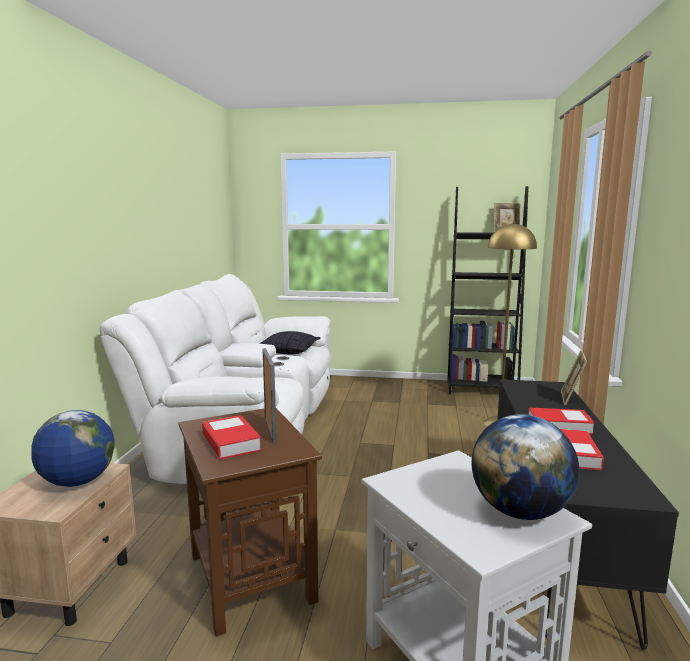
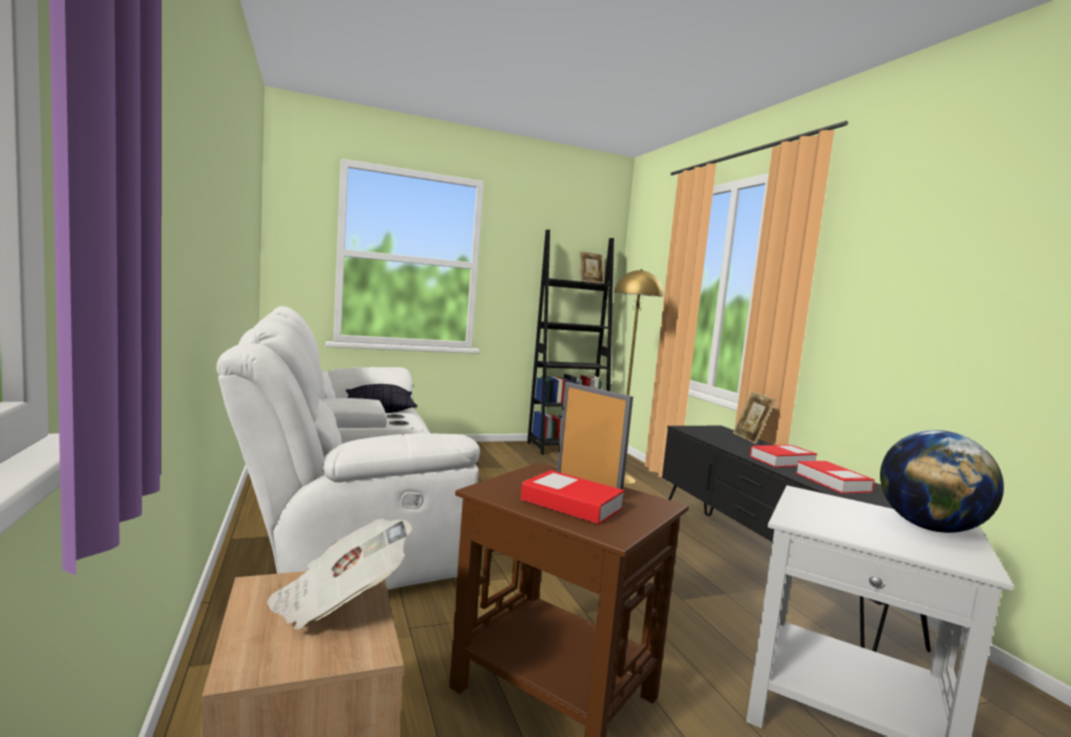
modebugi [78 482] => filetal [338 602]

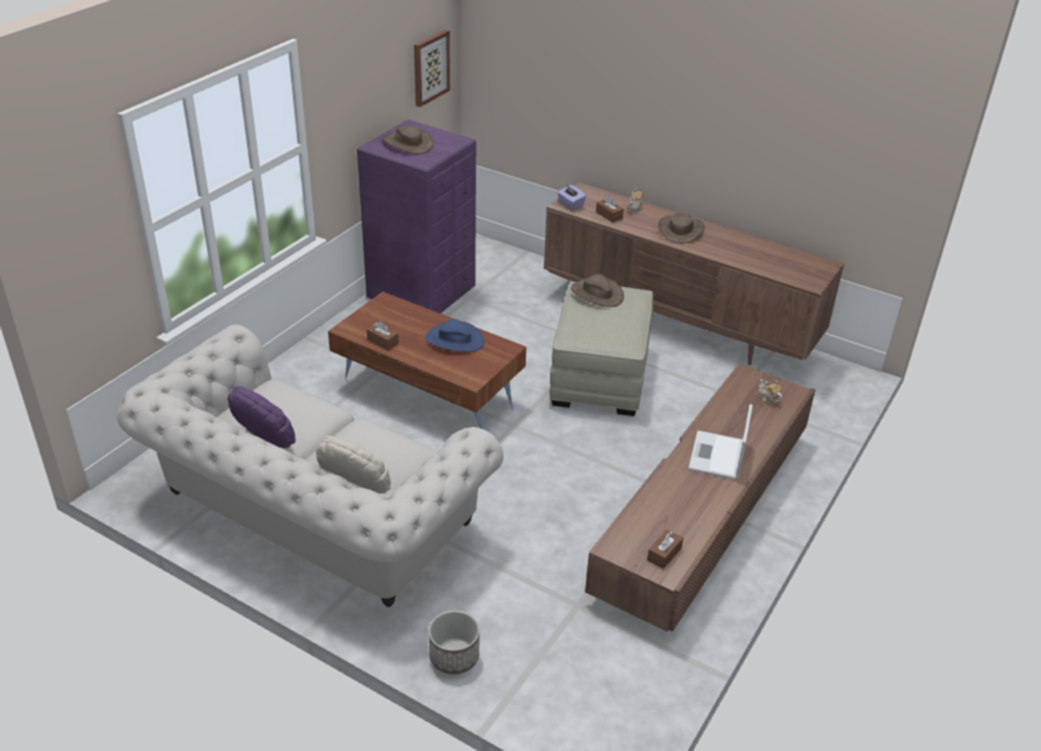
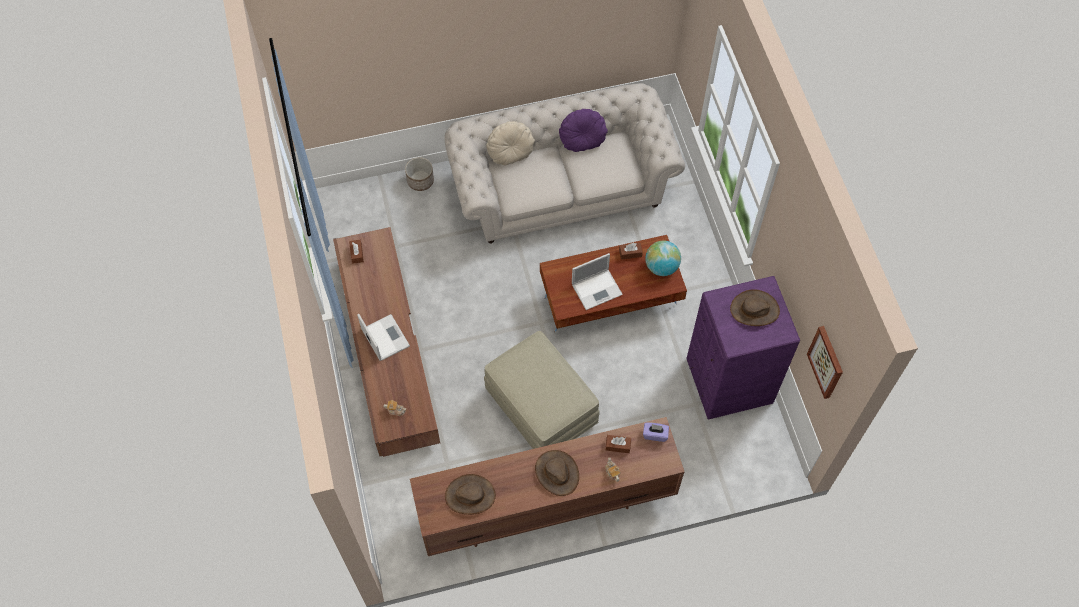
nothing => modebugi [661 267]
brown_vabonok [597 294] => brown_vabonok [470 495], shifted
blue_vabonok [454 340] => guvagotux [597 289]

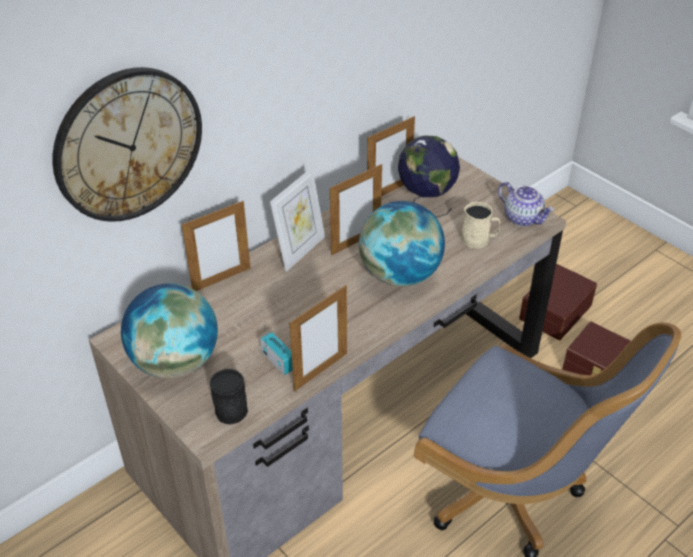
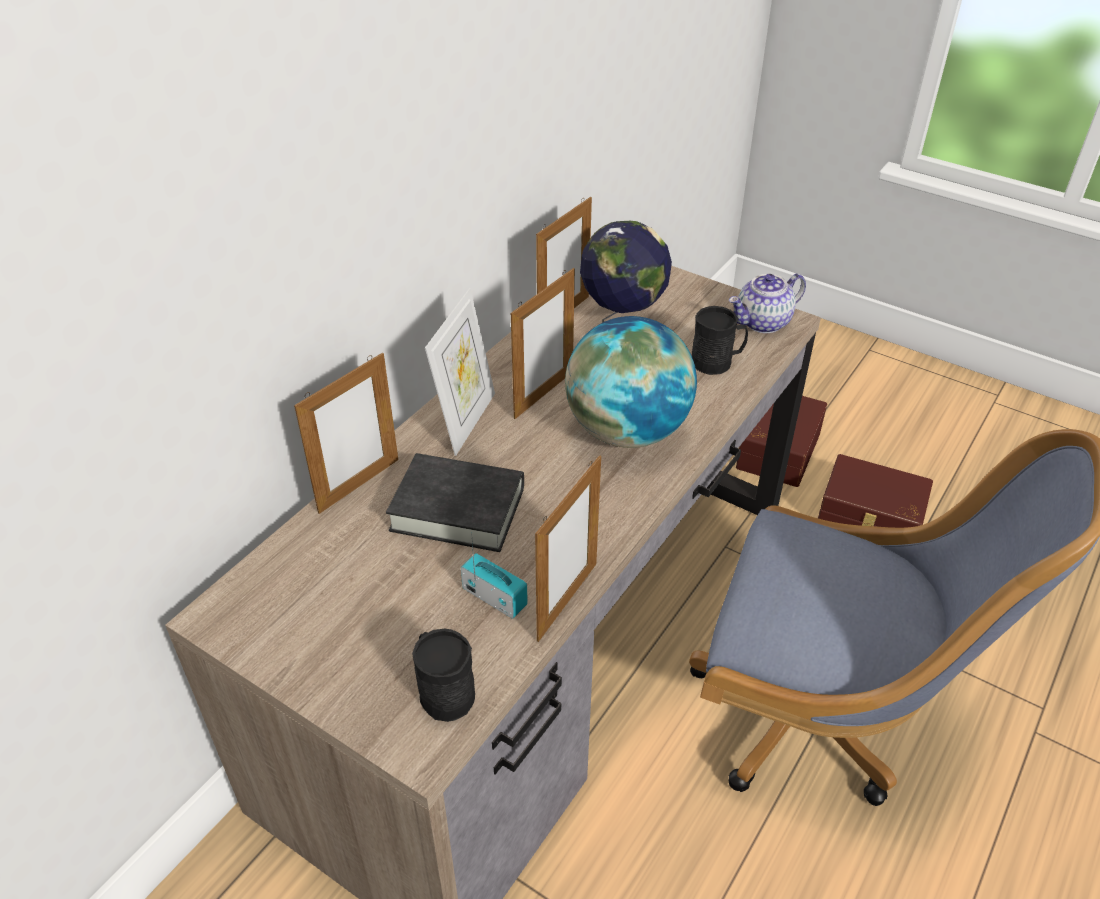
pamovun [128 145] => nothing
modebugi [176 362] => nothing
nothing => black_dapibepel [458 509]
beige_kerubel [479 239] => black_kerubel [717 361]
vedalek [523 218] => vedalek [763 323], 120 degrees clockwise

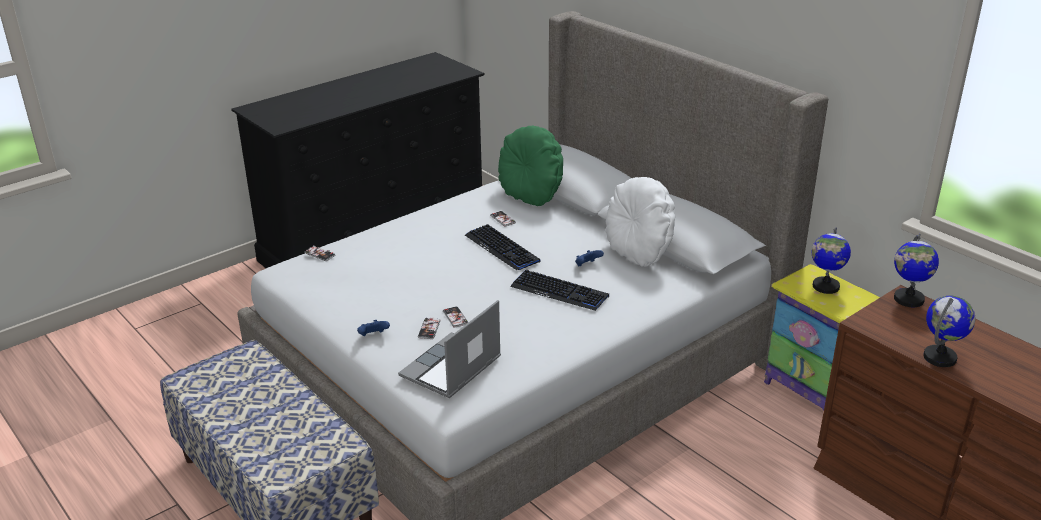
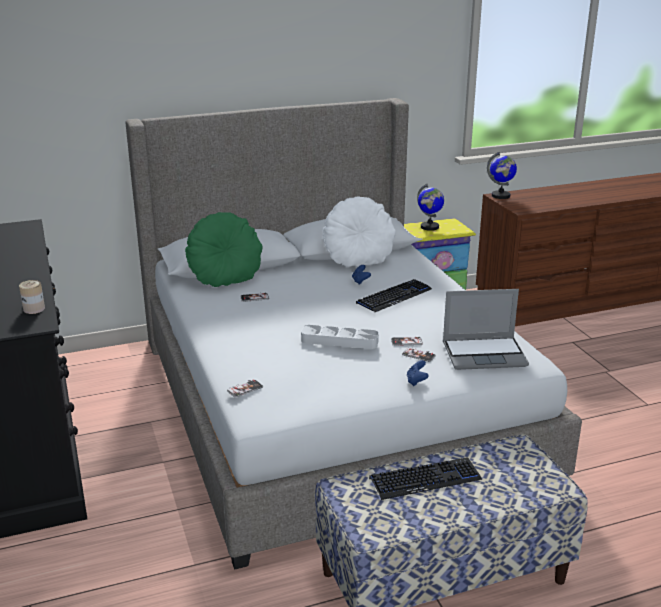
modebugi [940 358] => nothing
nothing => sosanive [34 309]
nothing => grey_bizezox [339 341]
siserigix [502 249] => siserigix [425 479], shifted
guvagotux [451 368] => guvagotux [485 354], 60 degrees counterclockwise

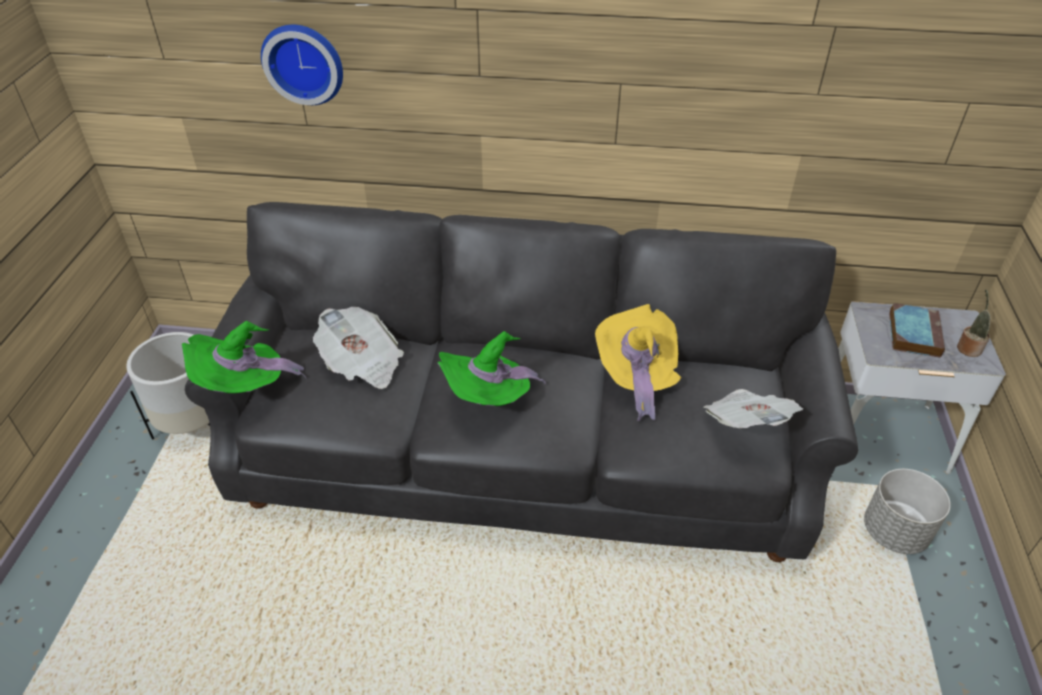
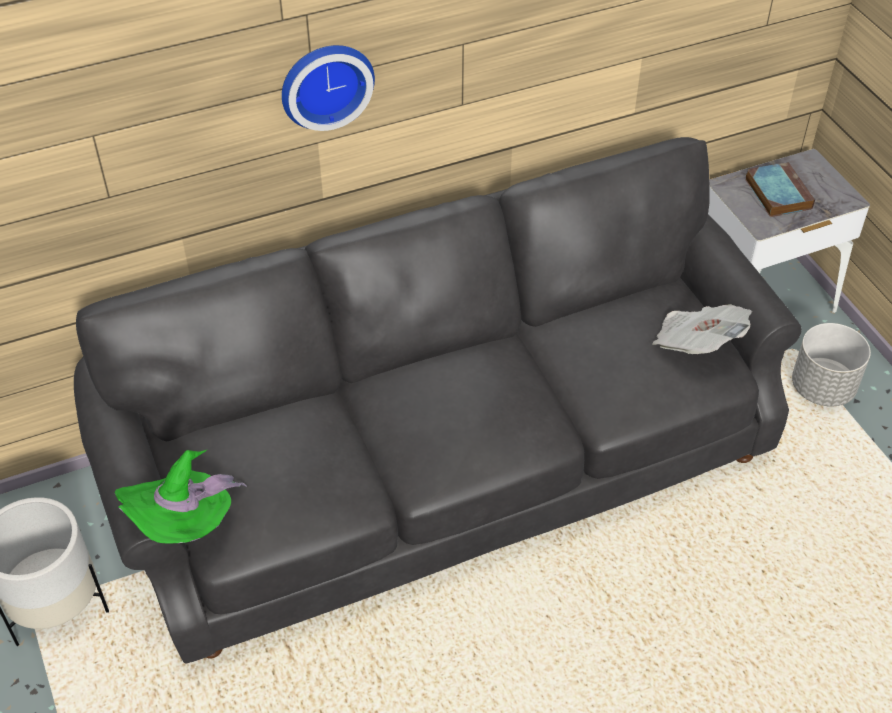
filetal [362 364] => nothing
green_vabonok [489 399] => nothing
yellow_vabonok [636 377] => nothing
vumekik [968 347] => nothing
pamovun [304 62] => pamovun [325 83], shifted

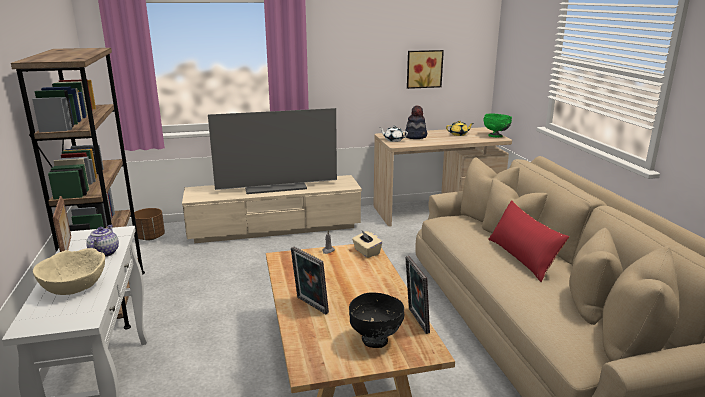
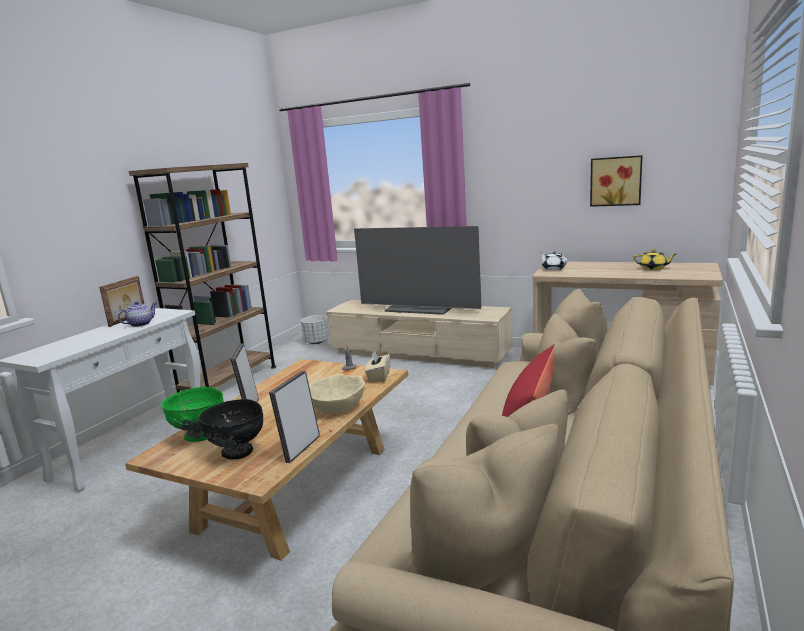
vabonok [416 136] => nothing
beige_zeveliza [74 286] => beige_zeveliza [338 407], shifted
green_zeveliza [495 136] => green_zeveliza [199 436], shifted
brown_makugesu [150 237] => white_makugesu [316 342]

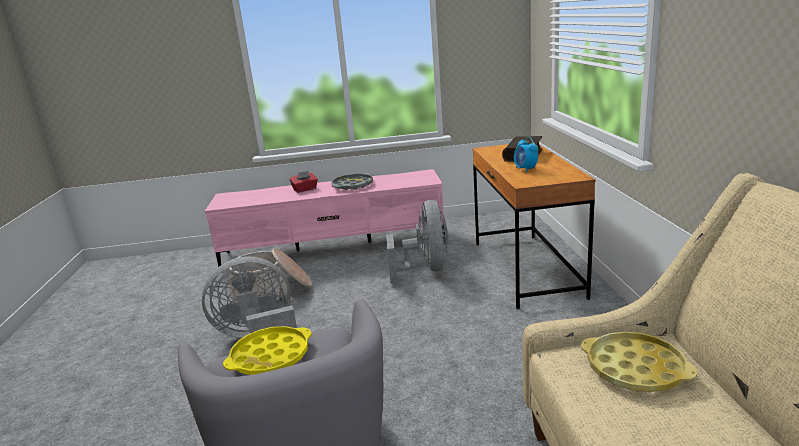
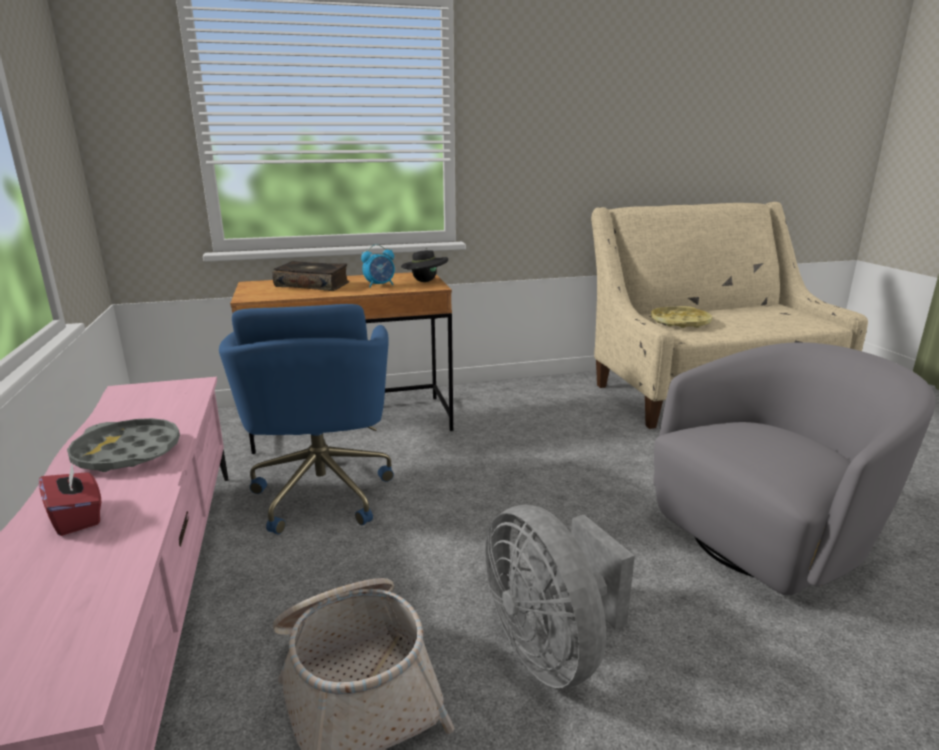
yellow_bizezox [270 357] => nothing
nothing => black_vabonok [425 281]
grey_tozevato [426 269] => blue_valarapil [322 492]

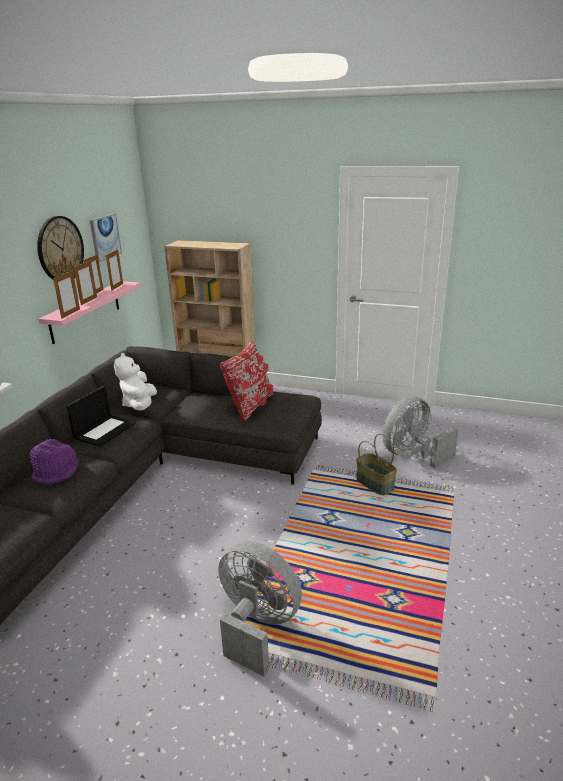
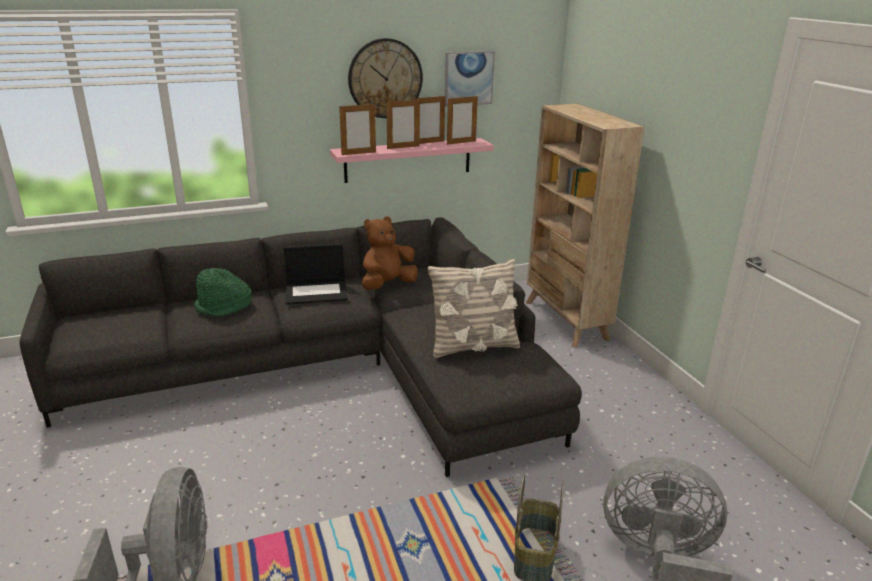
purple_vabonok [56 472] => green_vabonok [224 307]
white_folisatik [139 404] => brown_folisatik [387 285]
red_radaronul [251 406] => beige_radaronul [473 347]

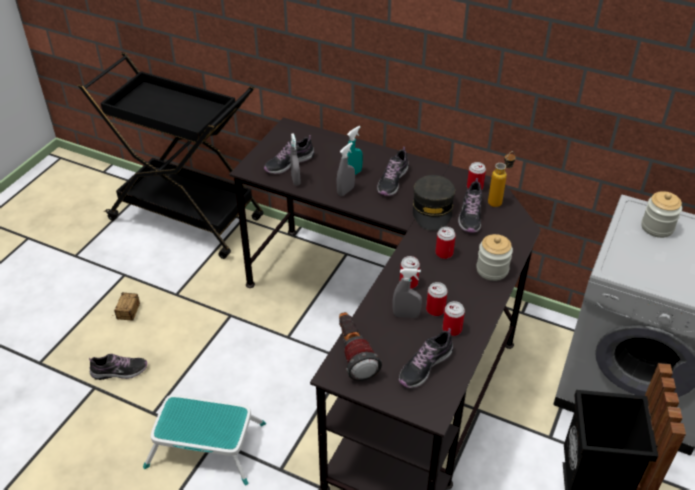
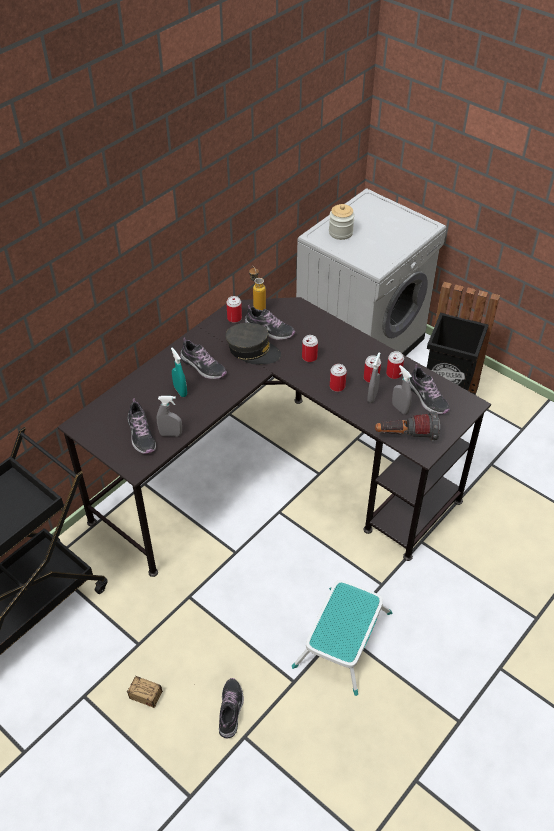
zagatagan [492 270] => nothing
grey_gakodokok [345 191] => grey_gakodokok [400 408], shifted

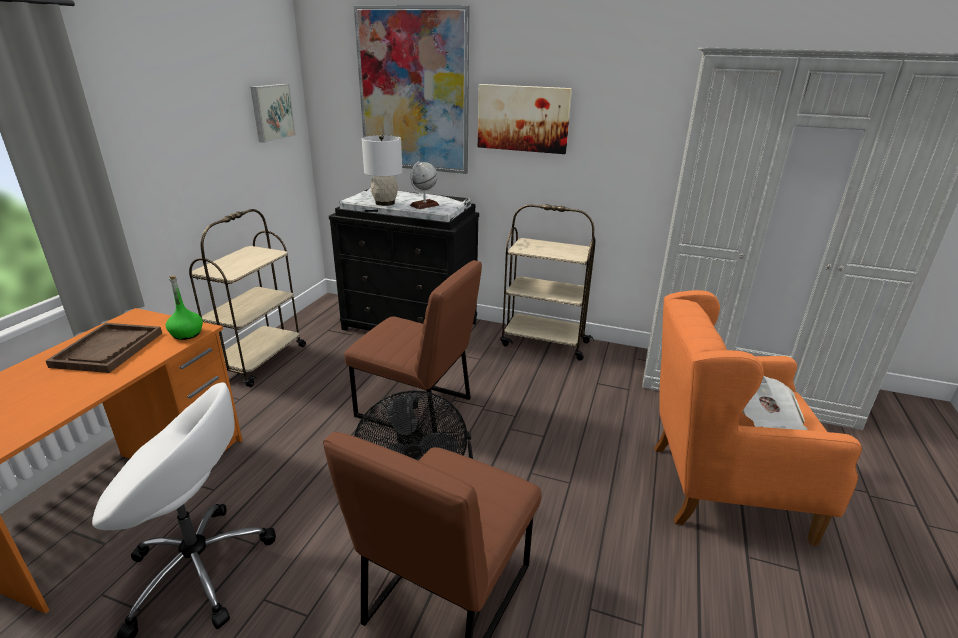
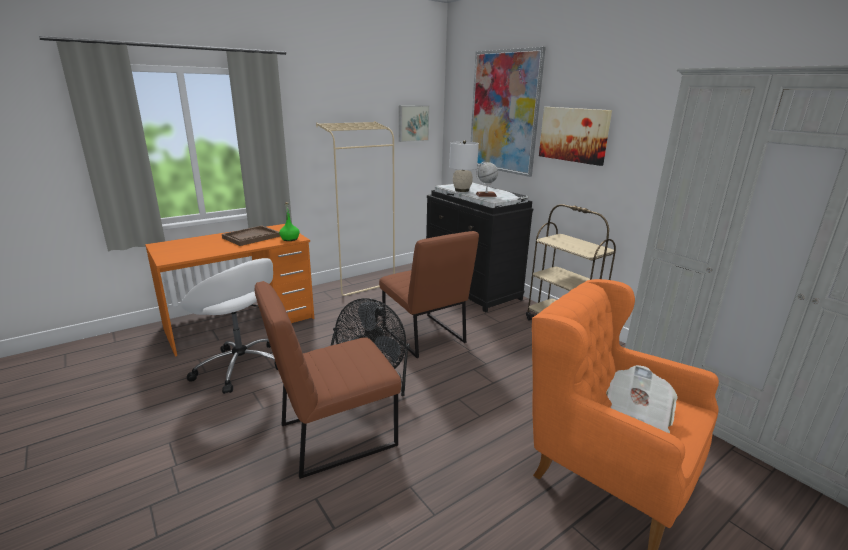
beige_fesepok [260 362] => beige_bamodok [361 284]

